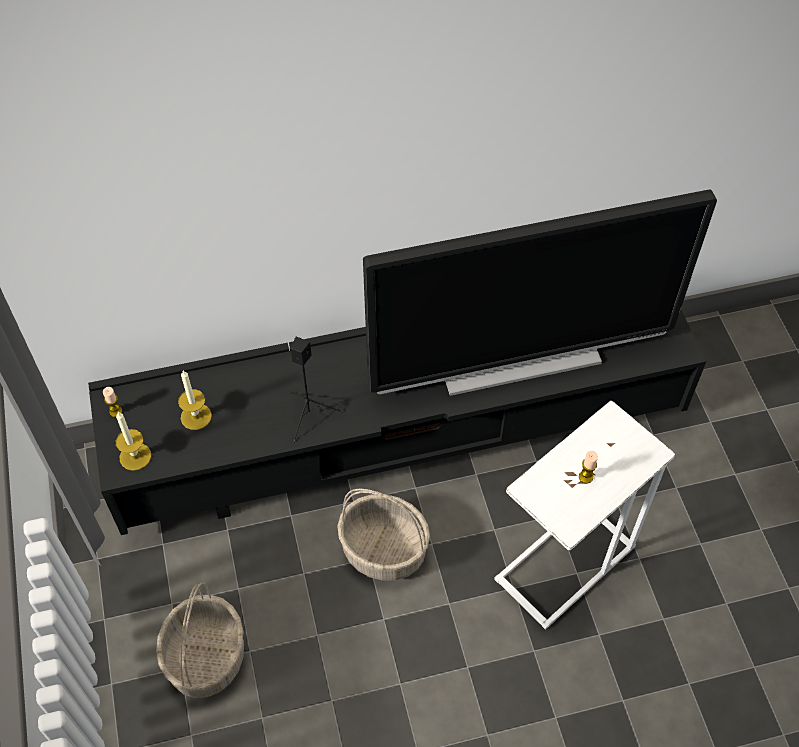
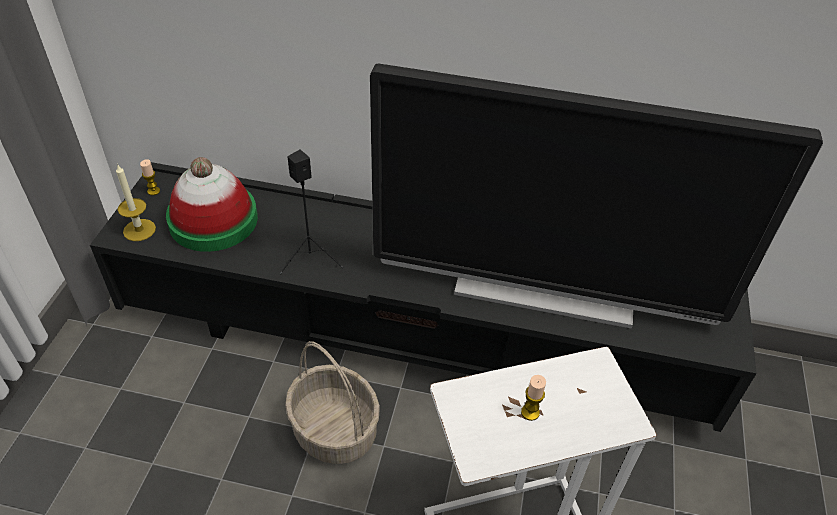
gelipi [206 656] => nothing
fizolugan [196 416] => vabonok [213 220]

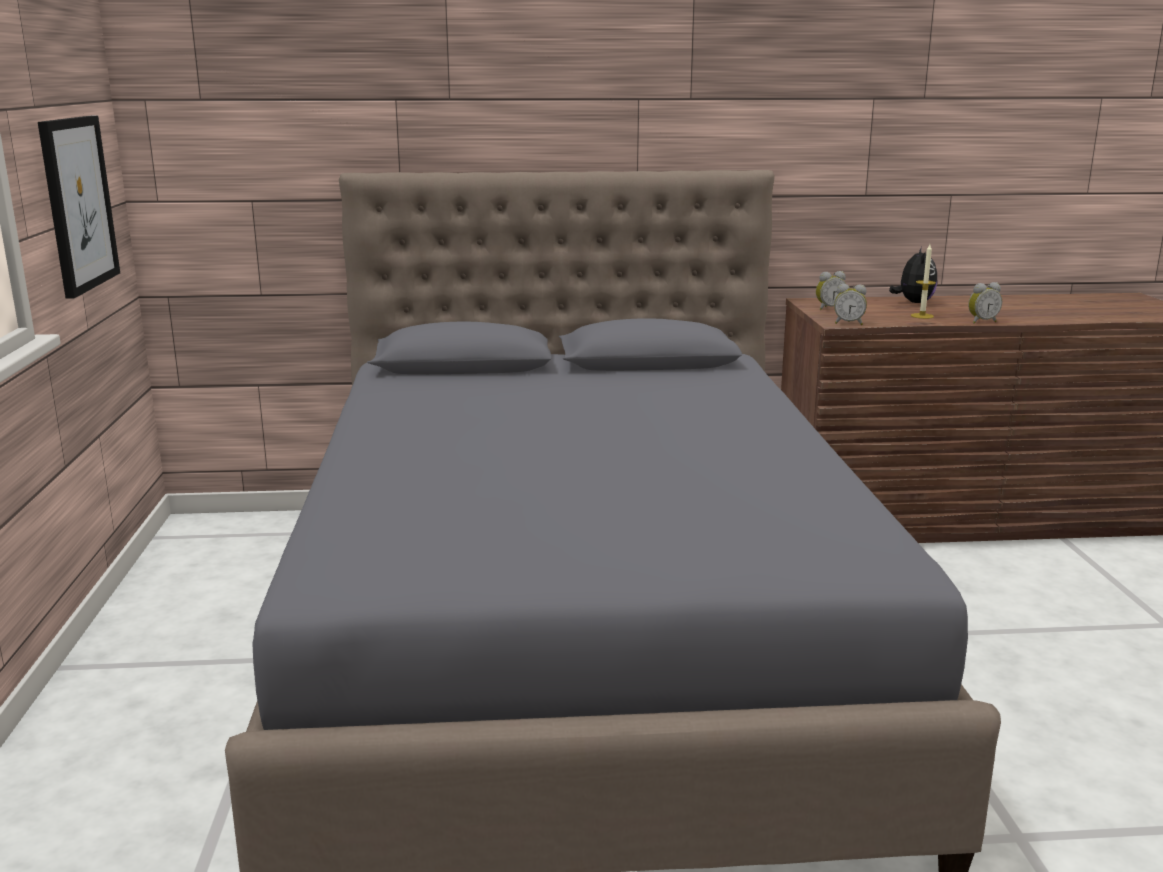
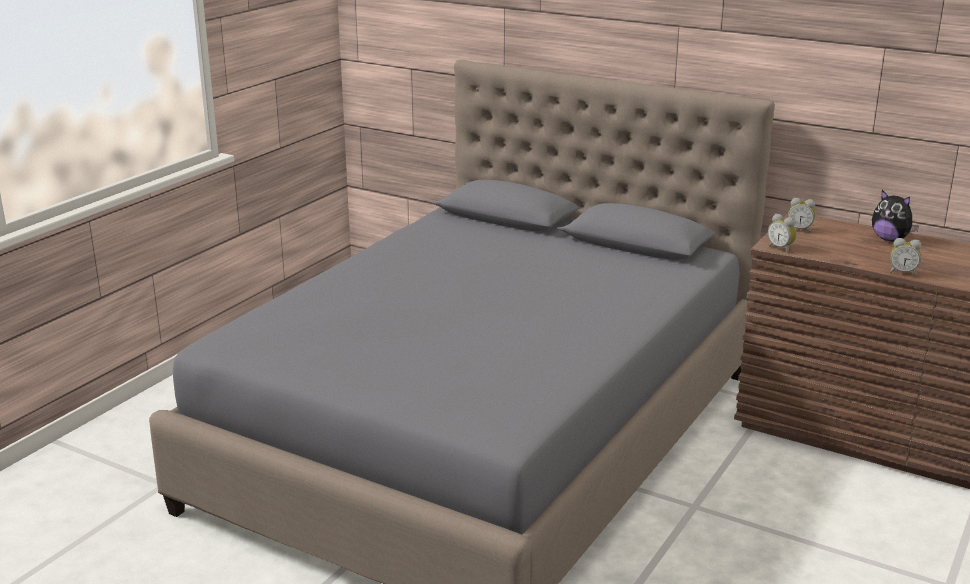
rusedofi [78 204] => nothing
fizolugan [922 316] => nothing
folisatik [913 302] => folisatik [890 239], 90 degrees clockwise

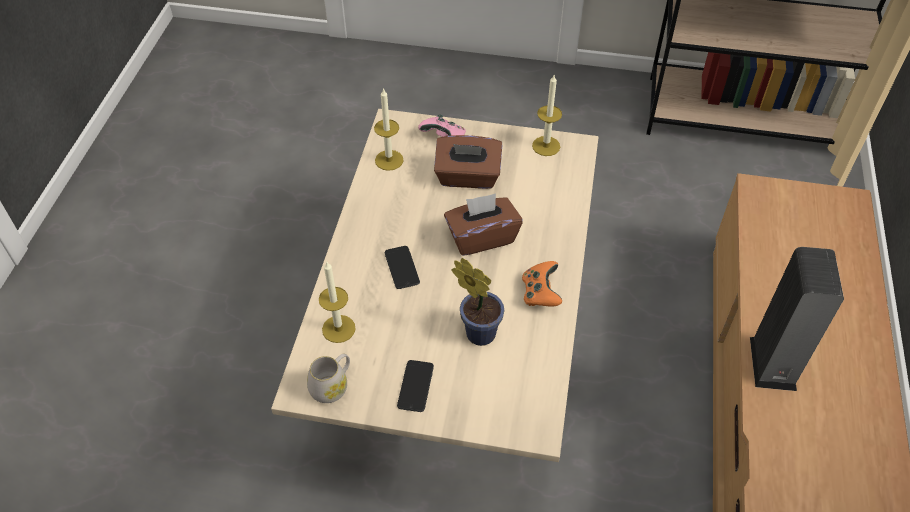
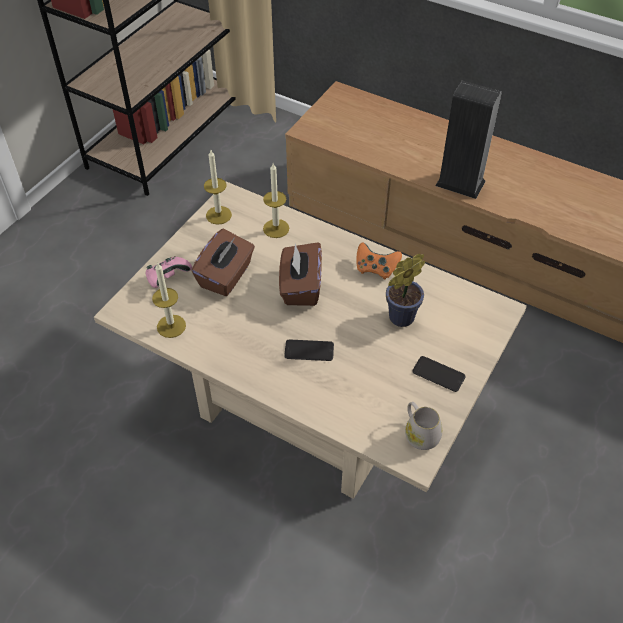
fizolugan [338 329] => fizolugan [276 228], shifted

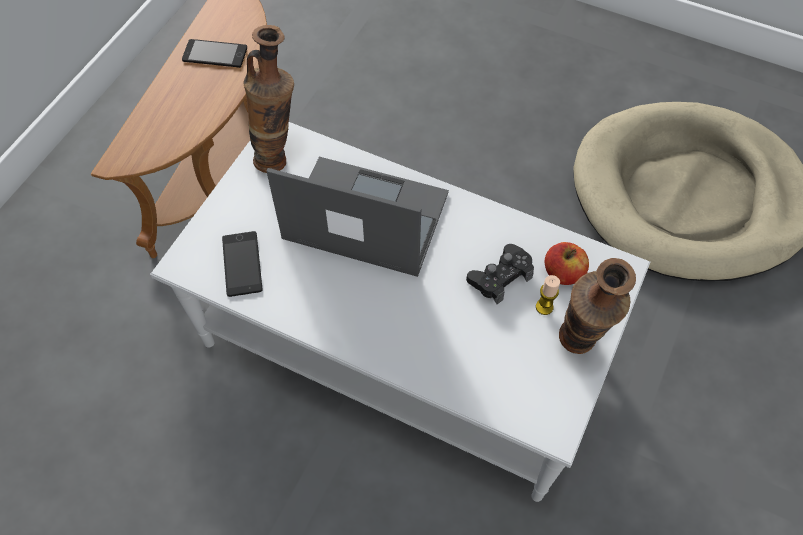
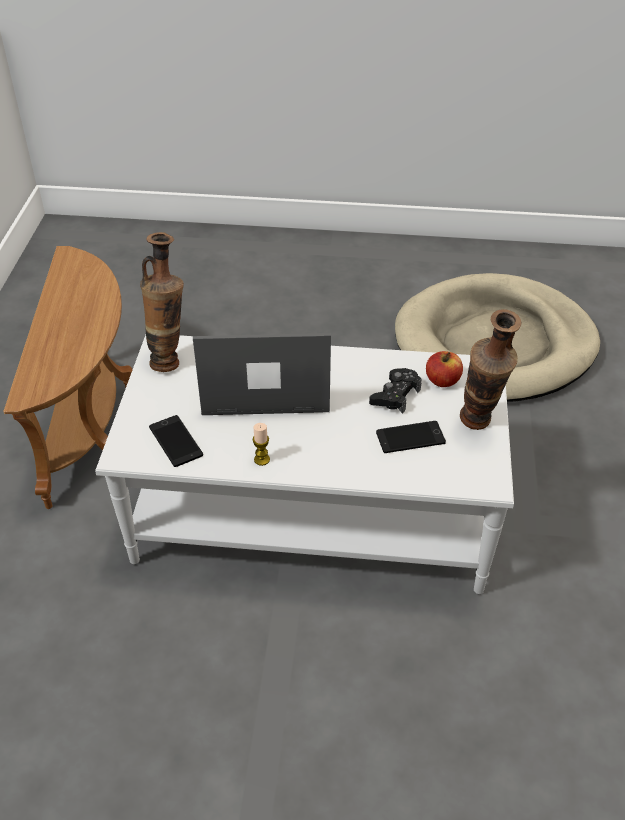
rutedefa [215 54] => rutedefa [410 438], shifted
fizolugan [544 307] => fizolugan [262 459], shifted

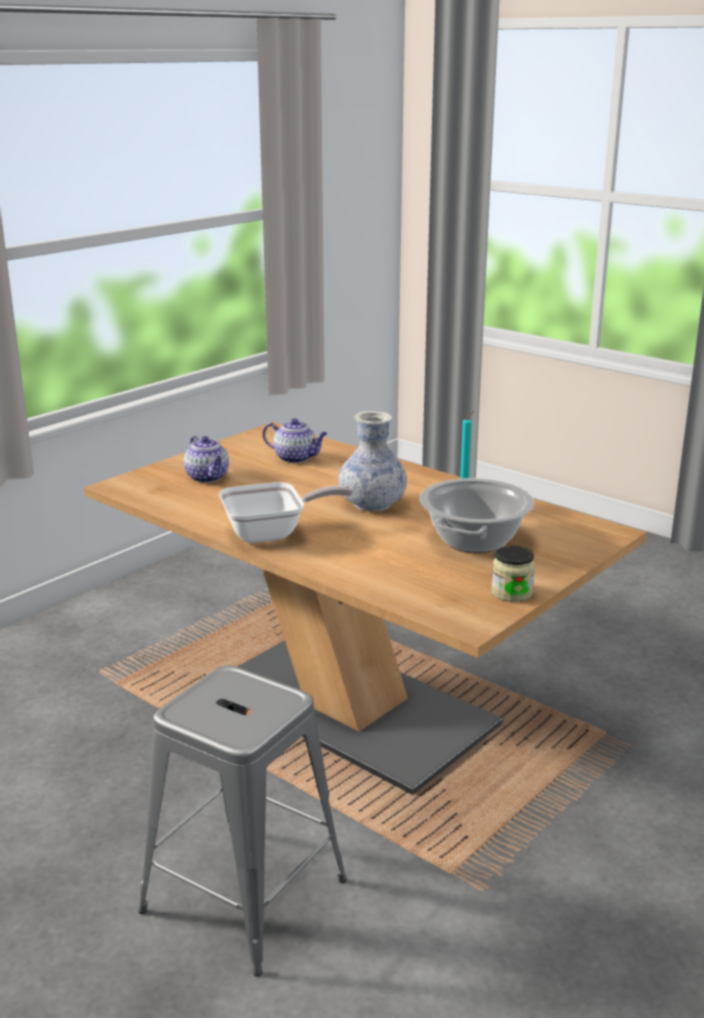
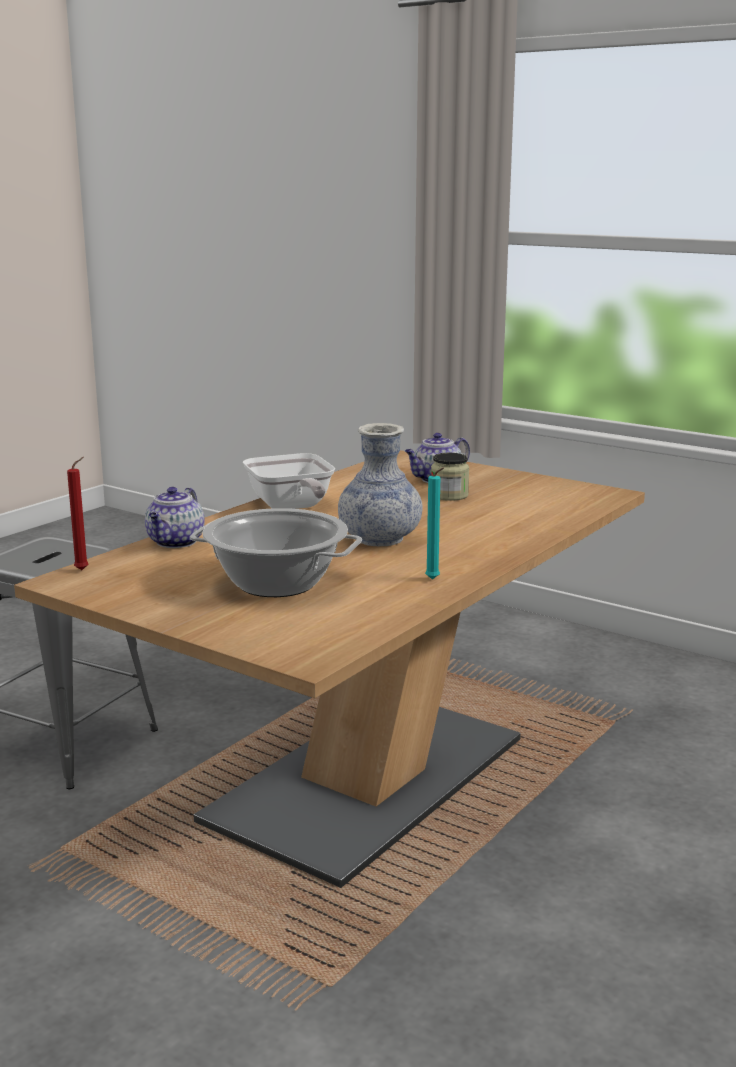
nothing => red_fizolugan [84 570]
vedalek [296 458] => vedalek [176 542], shifted
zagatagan [512 593] => zagatagan [449 495], shifted

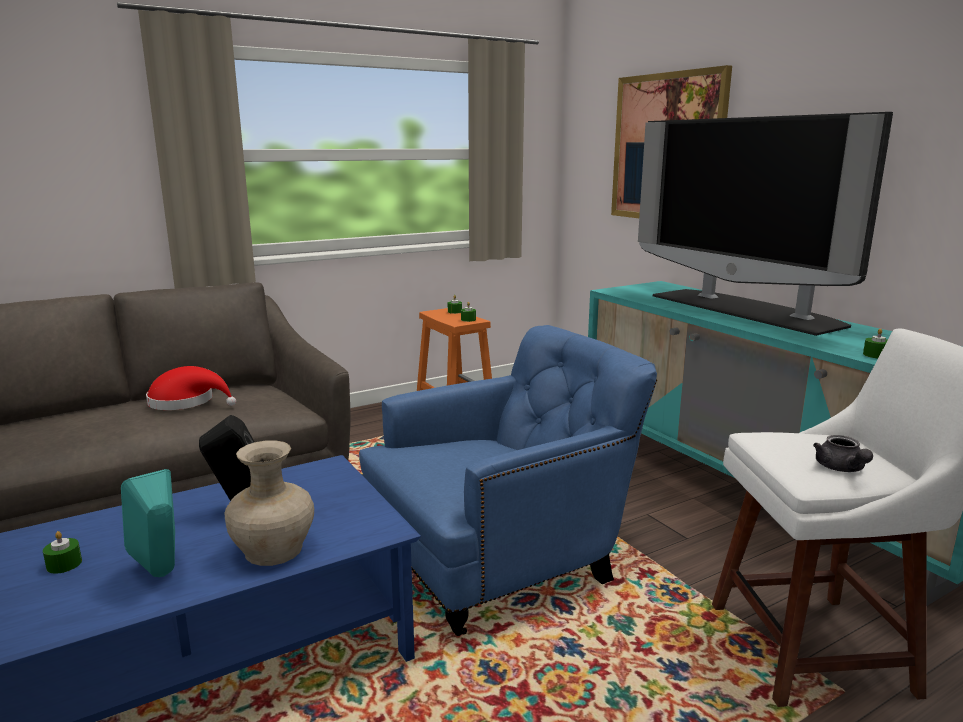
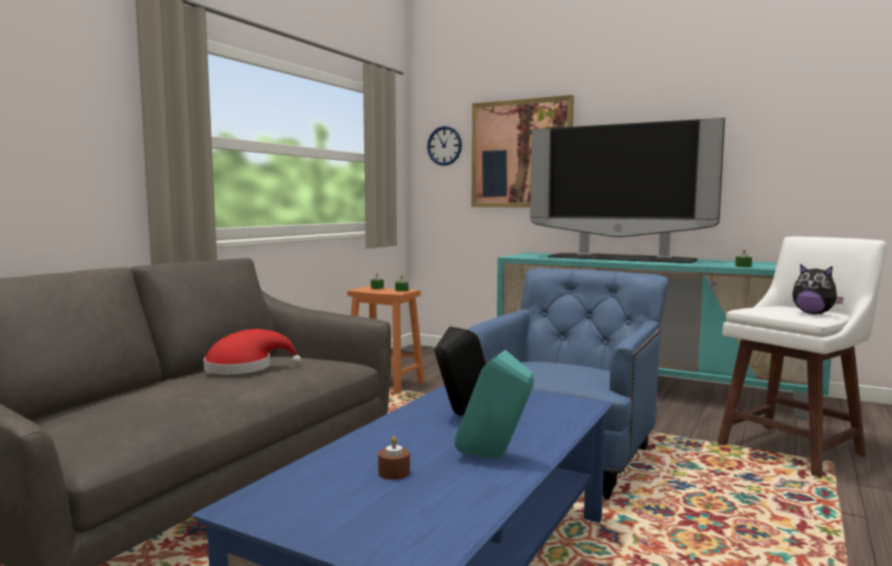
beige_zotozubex [272 550] => nothing
nothing => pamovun [444 146]
grey_vedalek [841 469] => folisatik [814 313]
green_fizolugan [64 564] => brown_fizolugan [394 472]

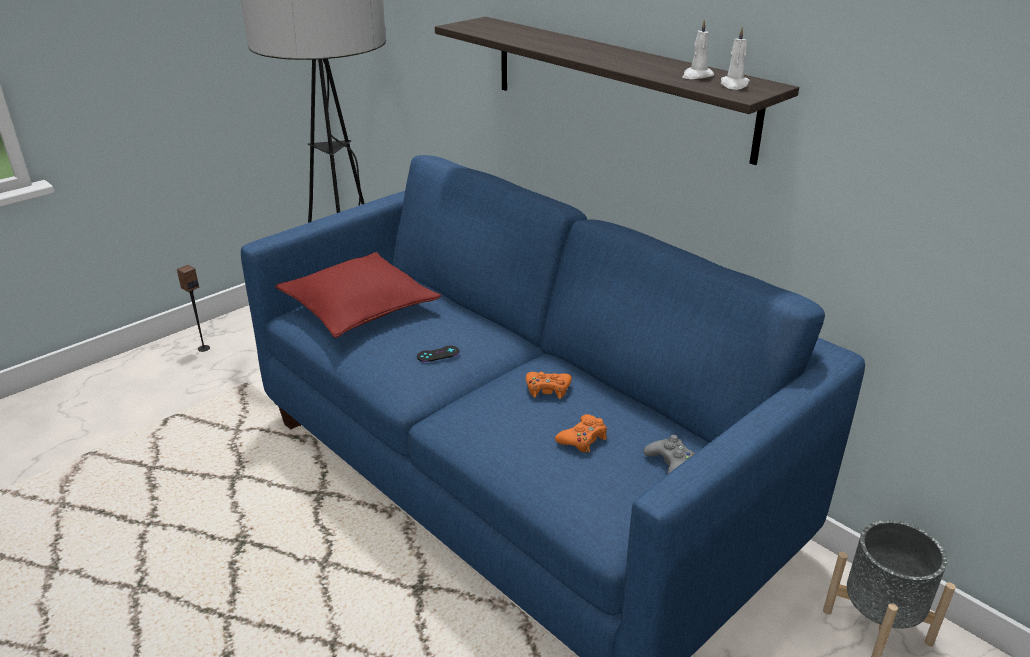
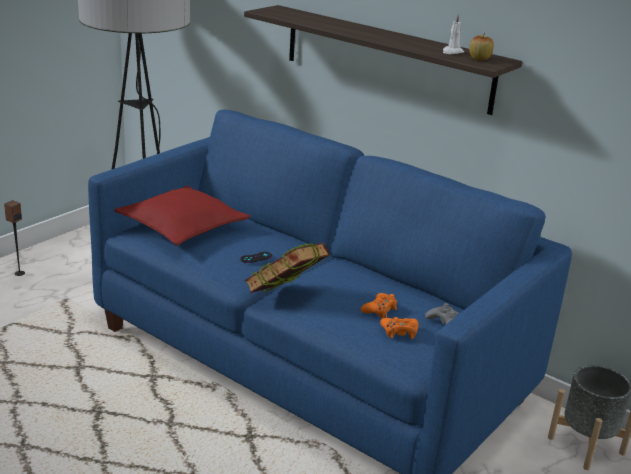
nothing => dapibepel [285 298]
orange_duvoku [547 389] => orange_duvoku [399 332], shifted
white_fizolugan [734 85] => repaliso [479 58]

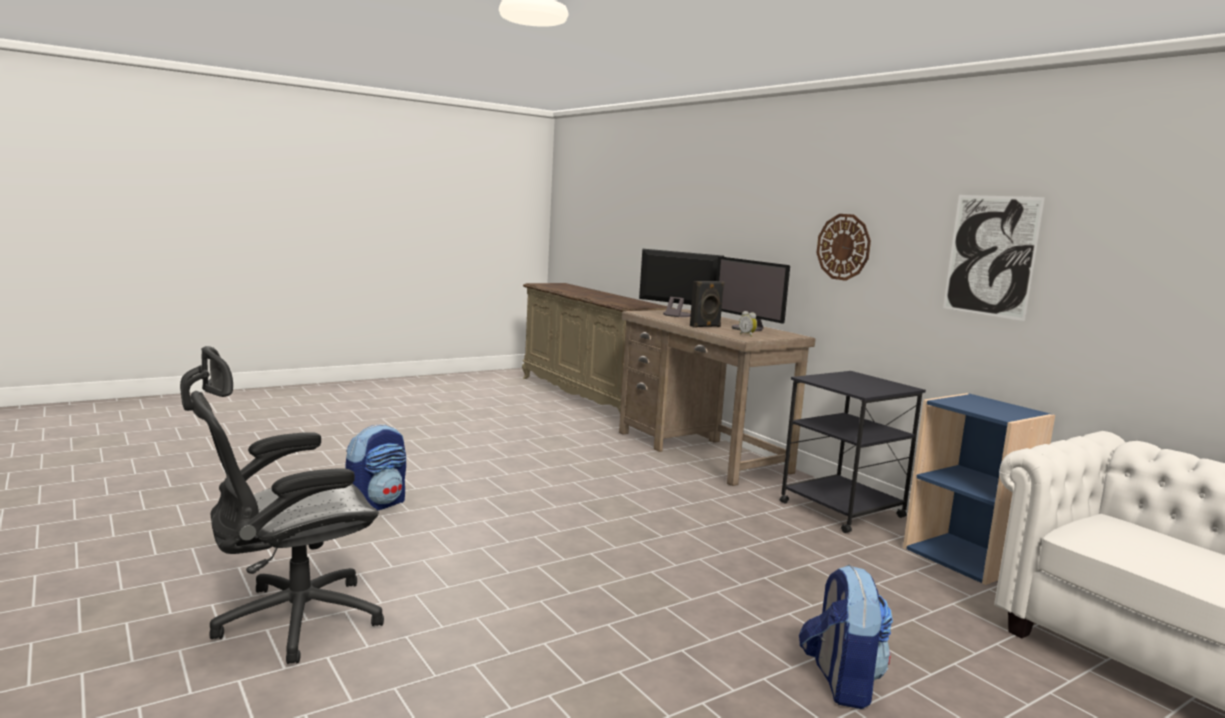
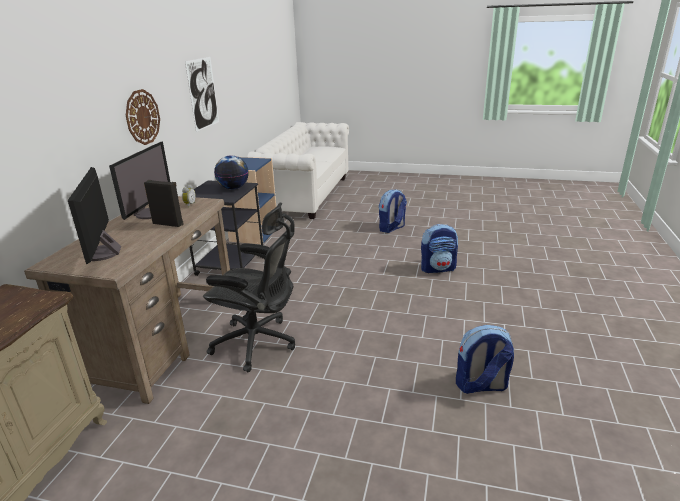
nothing => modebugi [233 188]
nothing => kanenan [438 268]
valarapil [290 622] => valarapil [258 343], shifted

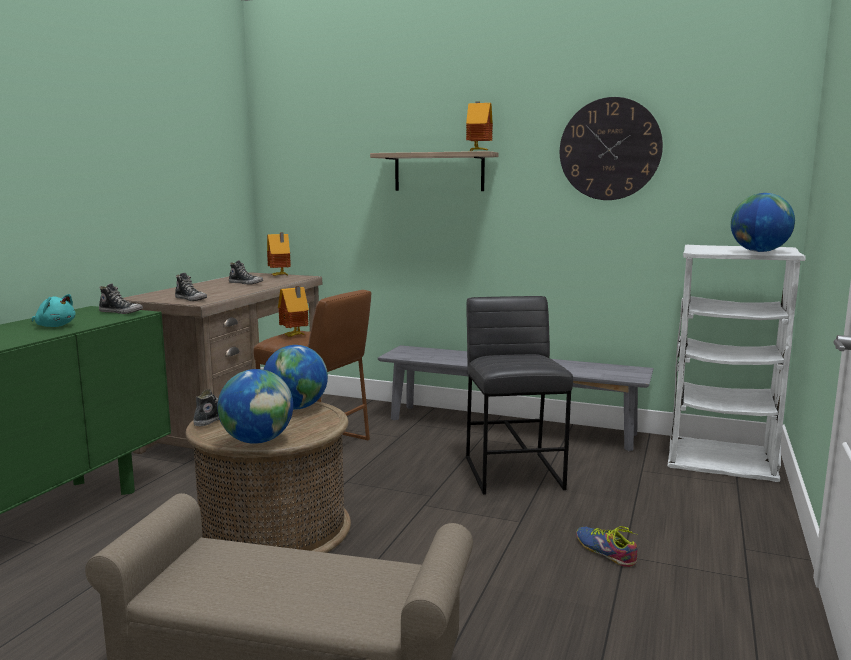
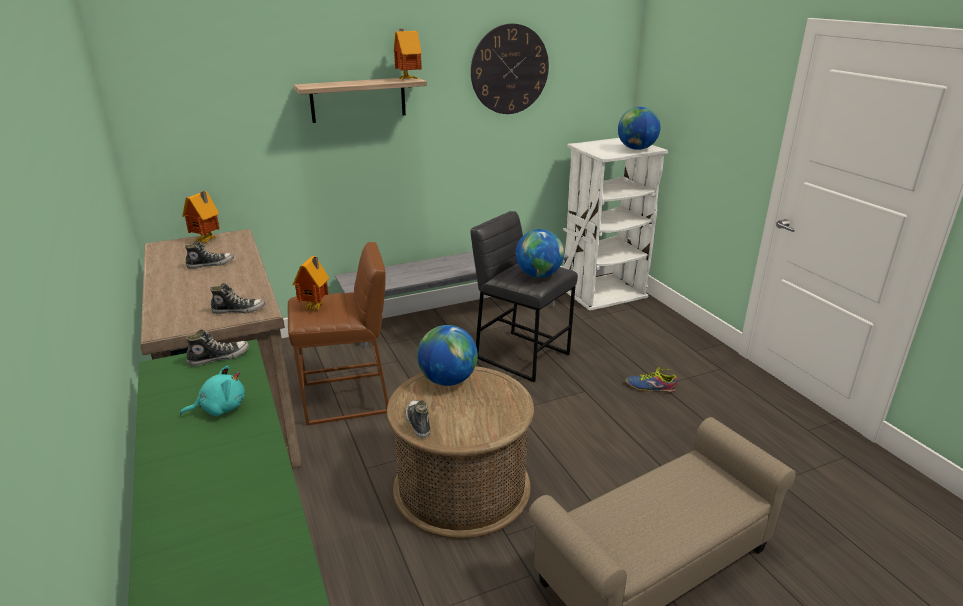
modebugi [257 441] => modebugi [538 275], shifted

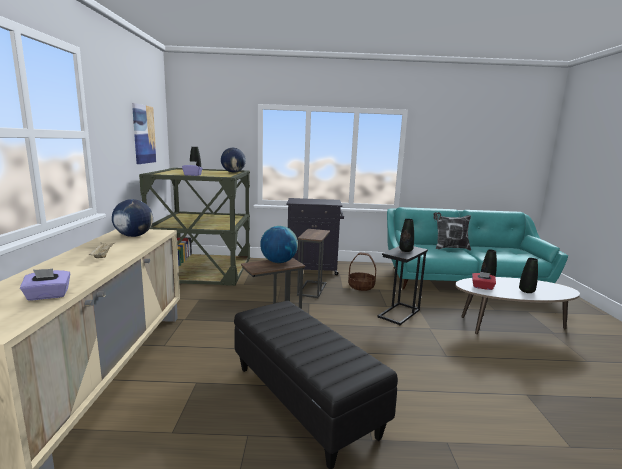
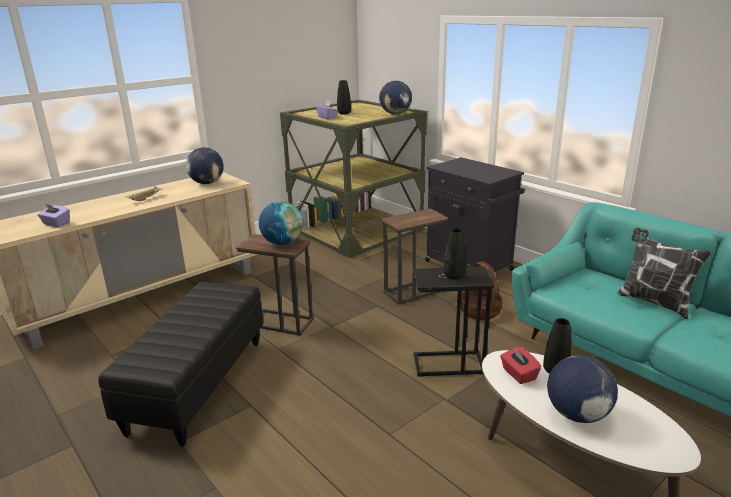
rusedofi [144 134] => nothing
black_zotozubex [526 291] => modebugi [577 414]

